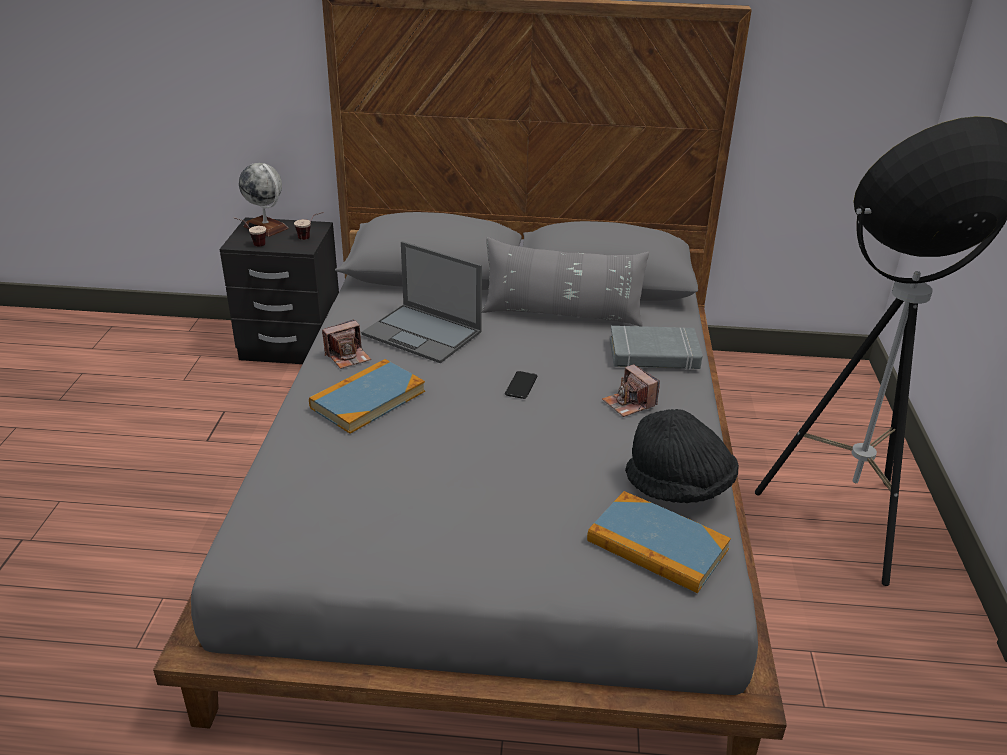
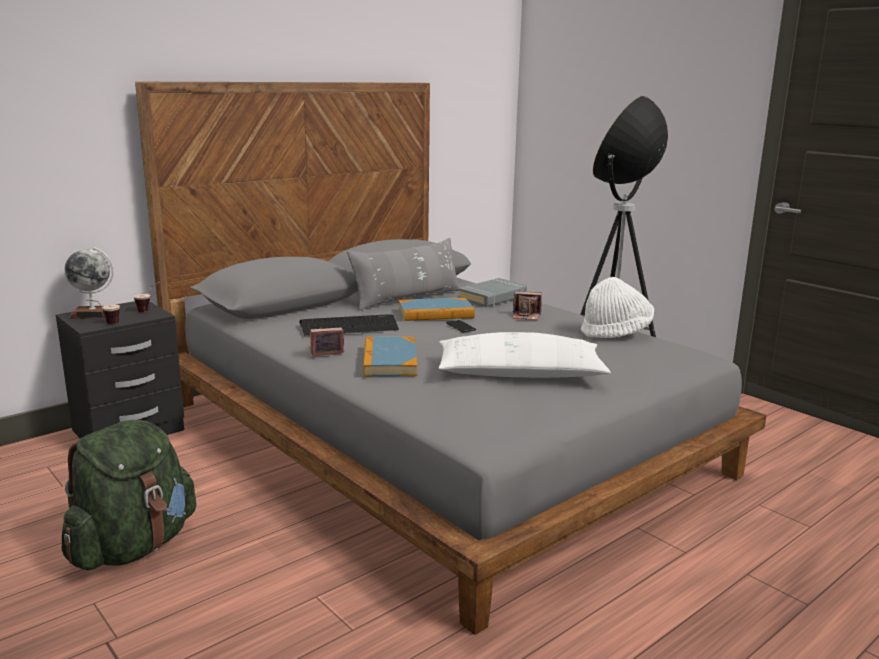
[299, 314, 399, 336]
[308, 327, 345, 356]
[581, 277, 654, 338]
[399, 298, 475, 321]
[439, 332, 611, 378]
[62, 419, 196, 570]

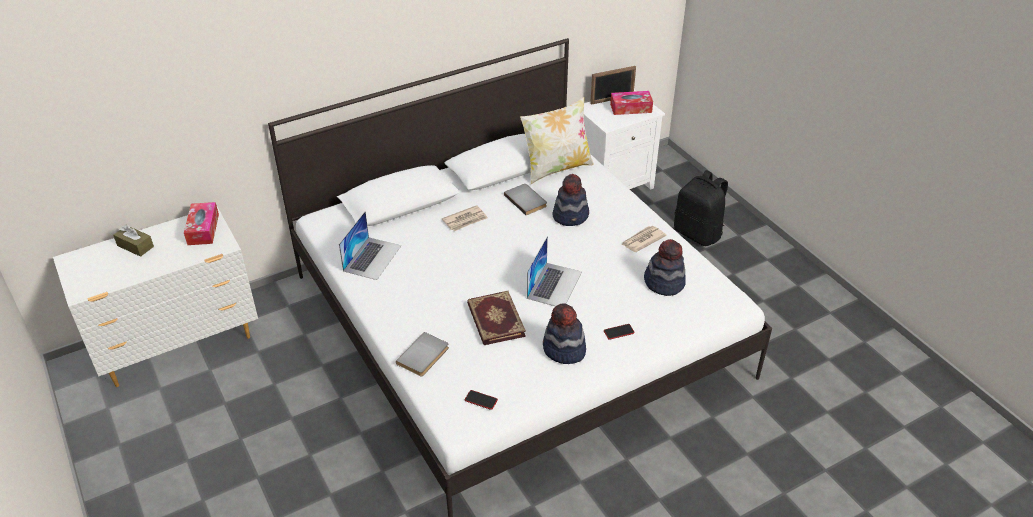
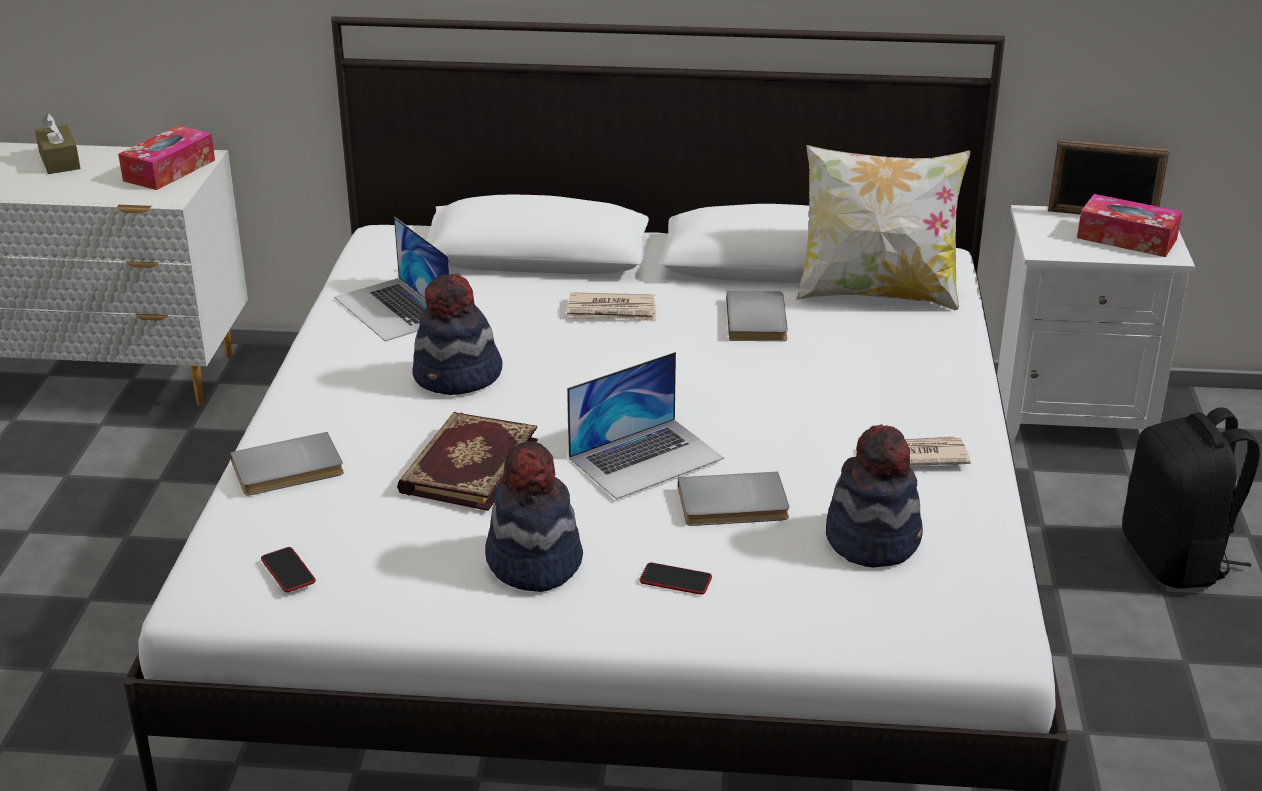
[412, 274, 502, 395]
[334, 217, 450, 342]
[678, 472, 789, 526]

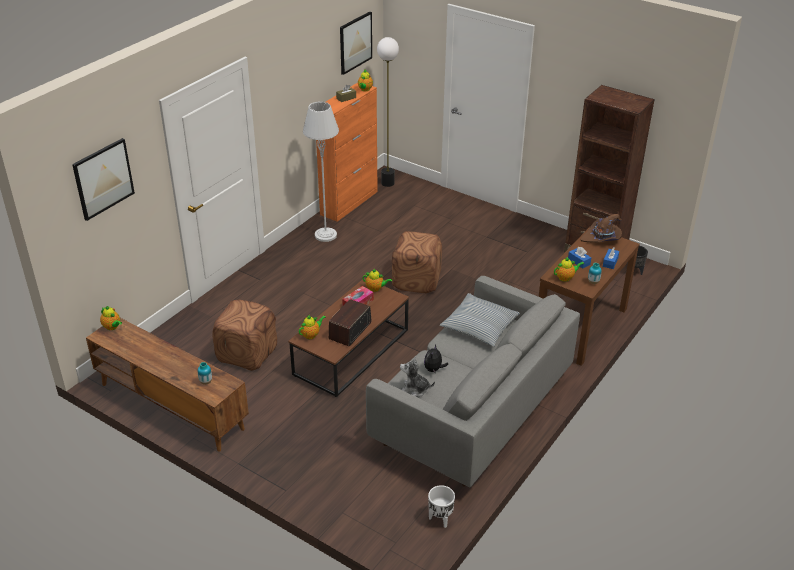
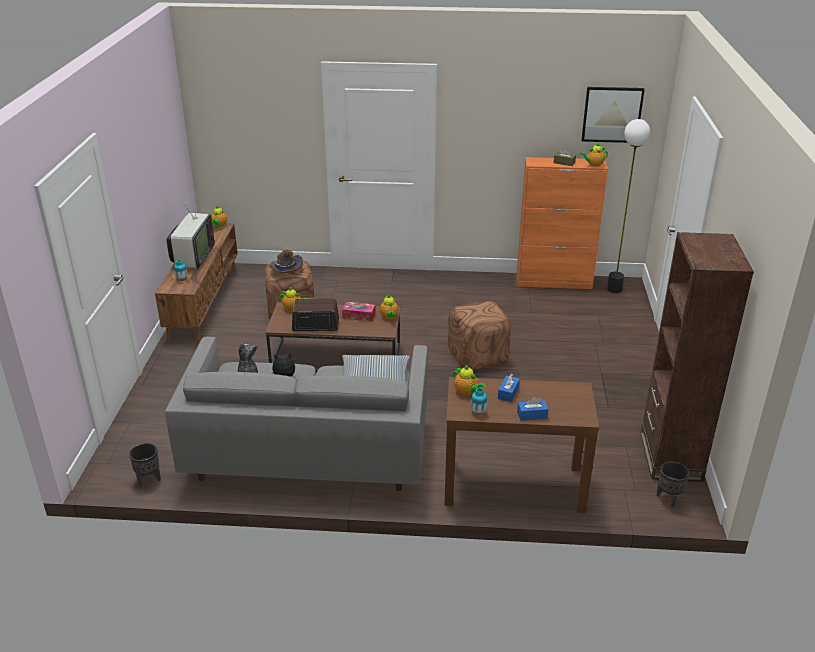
[303, 102, 339, 242] (first image)
[72, 138, 135, 221] (first image)
[269, 249, 303, 274]
[129, 443, 161, 487]
[166, 187, 215, 270]

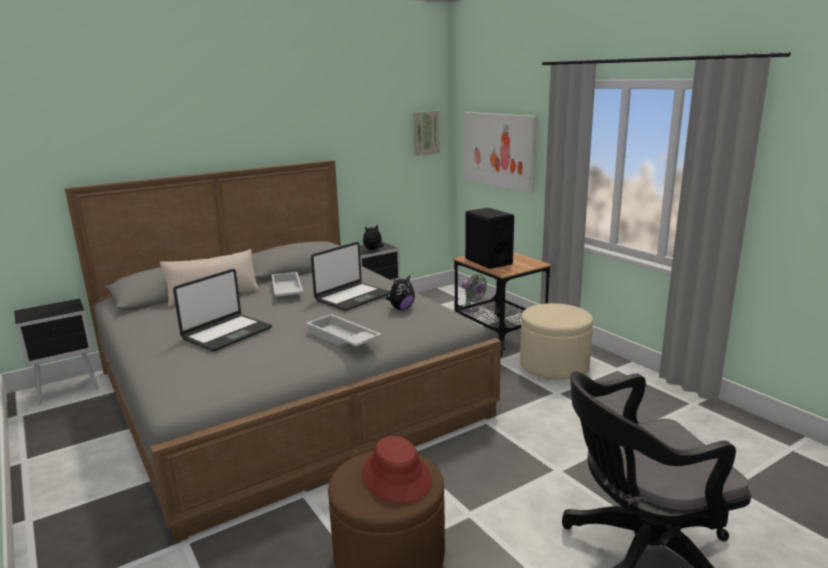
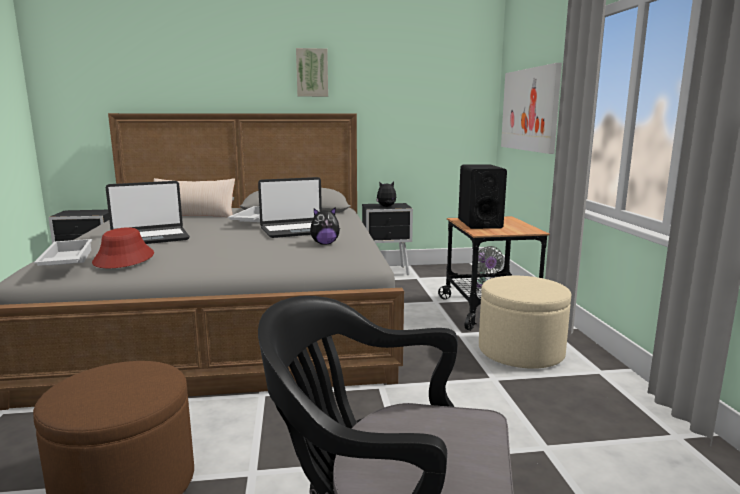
[296, 48, 328, 97]
[34, 239, 92, 266]
[92, 227, 154, 268]

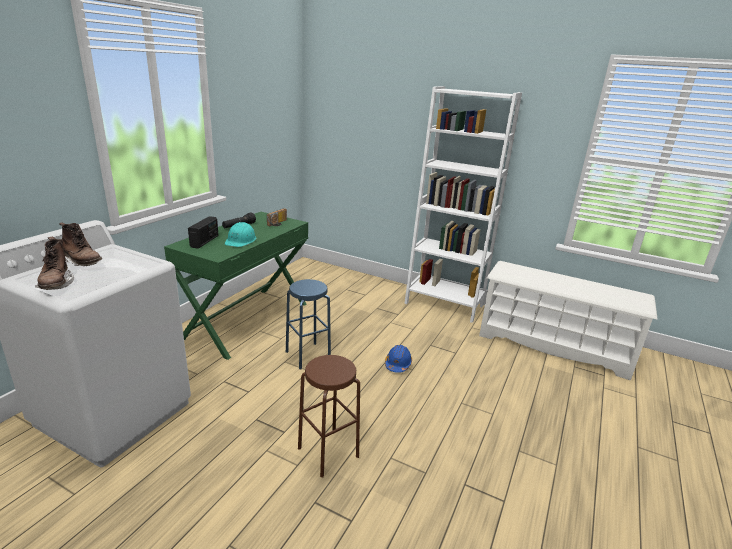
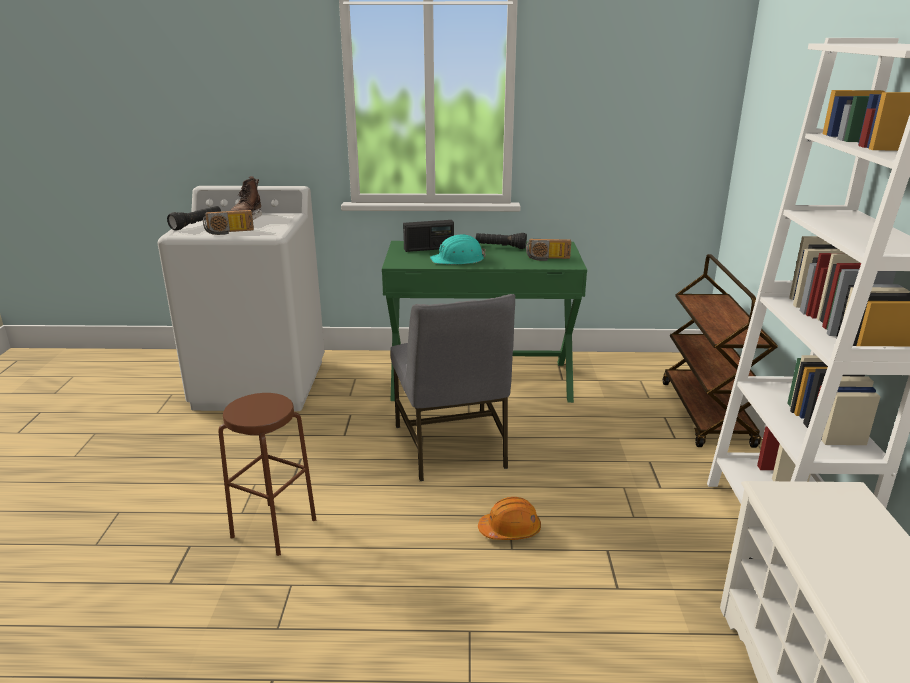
[167, 206, 221, 231]
[390, 294, 515, 481]
[478, 497, 541, 540]
[203, 210, 254, 235]
[663, 254, 778, 448]

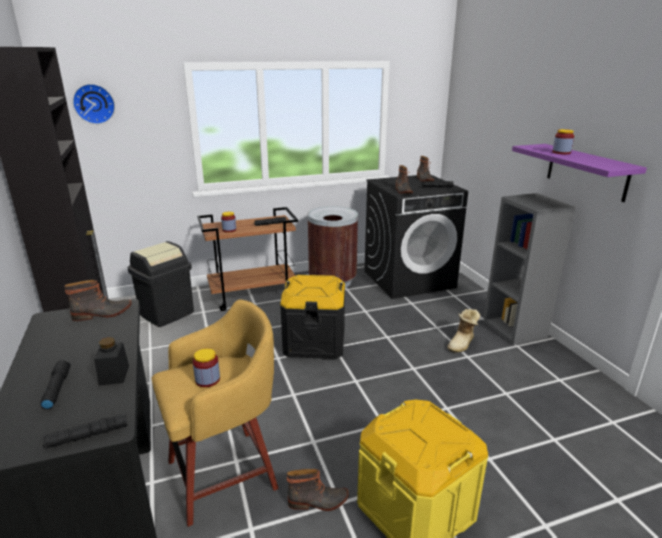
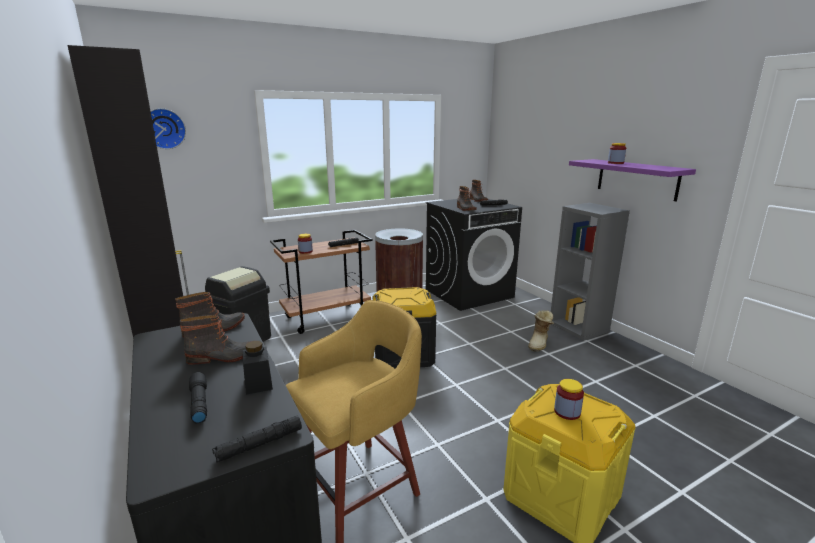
[554, 379, 584, 420]
[180, 315, 251, 365]

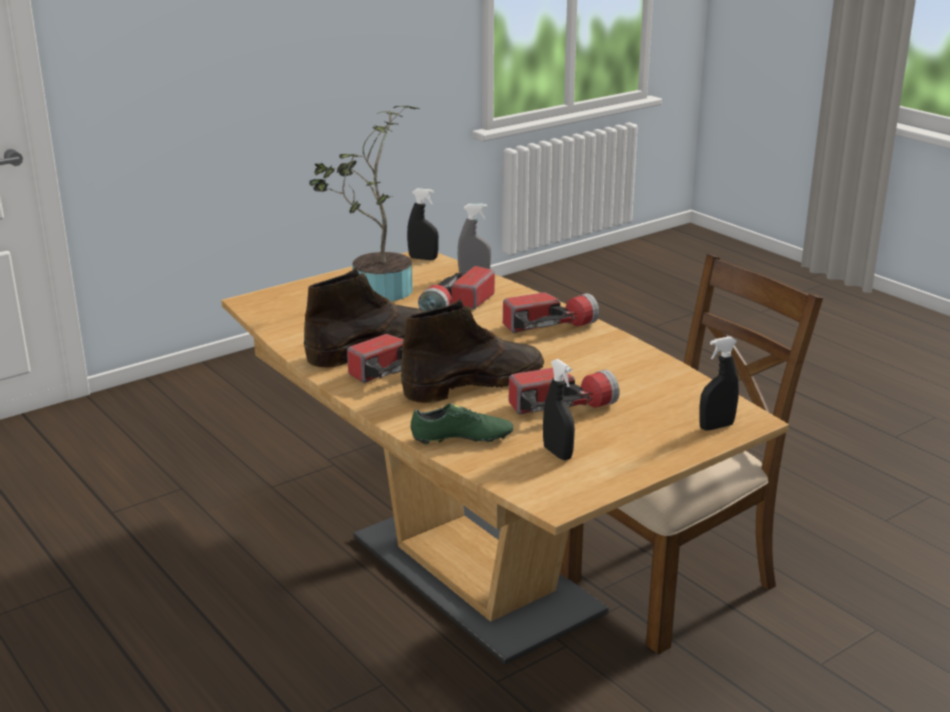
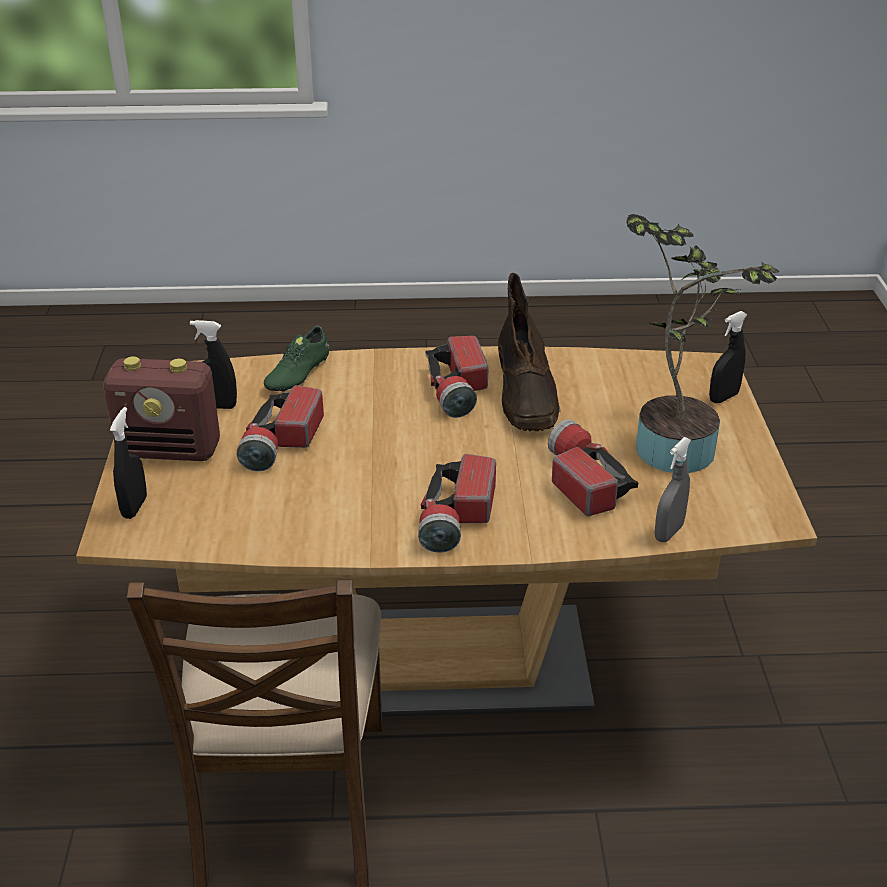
[709, 311, 748, 403]
[401, 299, 544, 403] (first image)
[104, 357, 220, 461]

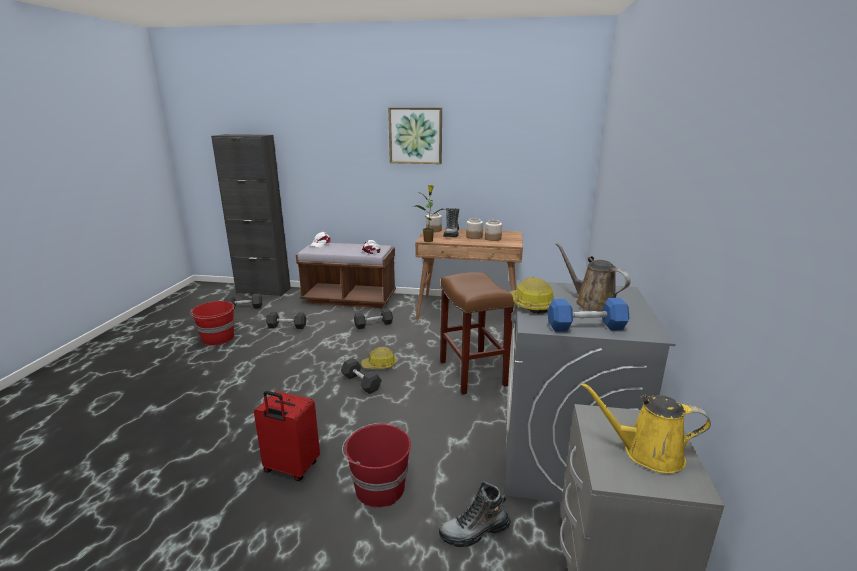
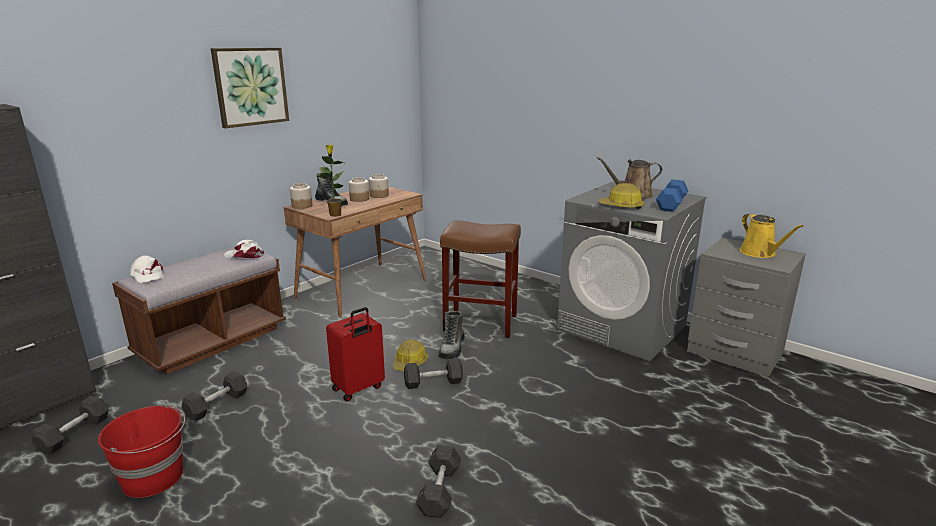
[416, 445, 461, 518]
[740, 213, 803, 258]
[326, 307, 385, 402]
[342, 423, 411, 508] (first image)
[438, 311, 465, 359]

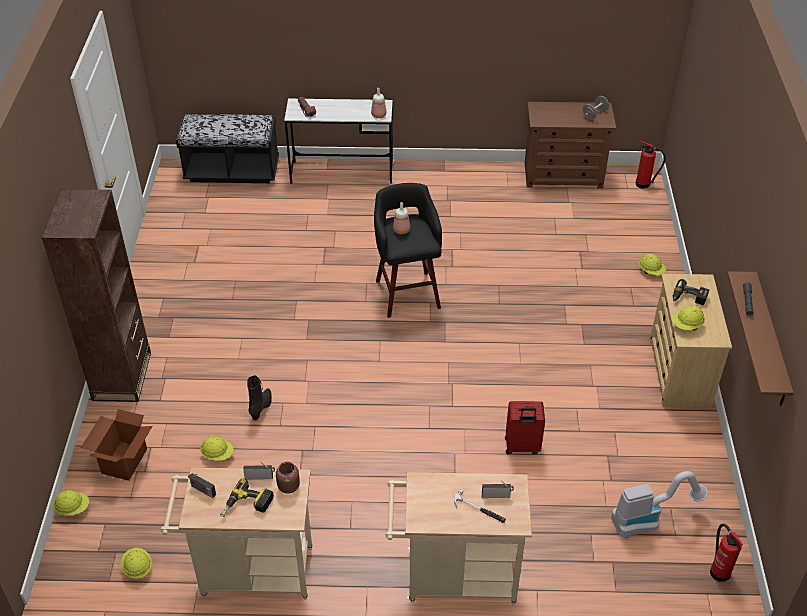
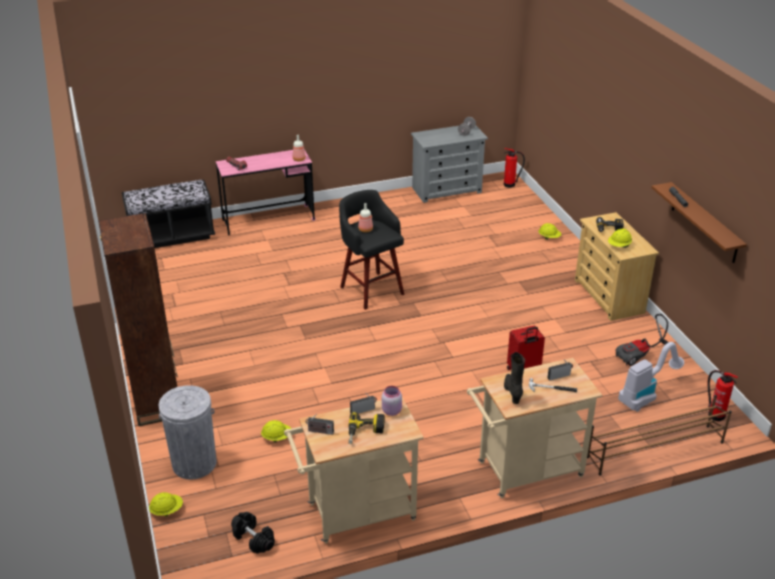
[216, 149, 316, 235]
[411, 126, 488, 203]
[504, 352, 525, 404]
[159, 385, 216, 479]
[382, 386, 402, 416]
[231, 512, 275, 554]
[615, 314, 668, 366]
[587, 395, 732, 476]

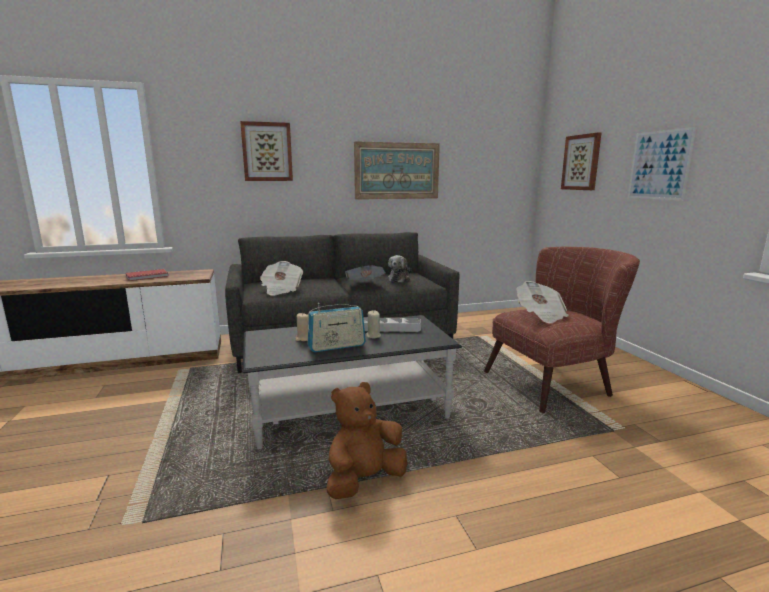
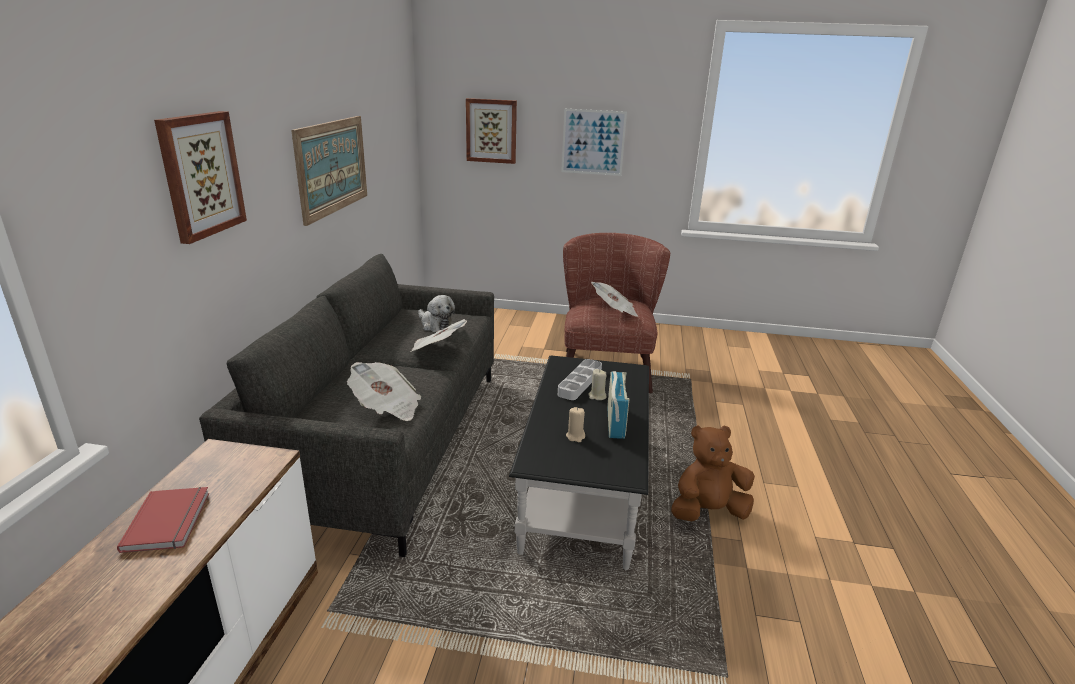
[671, 425, 755, 521]

